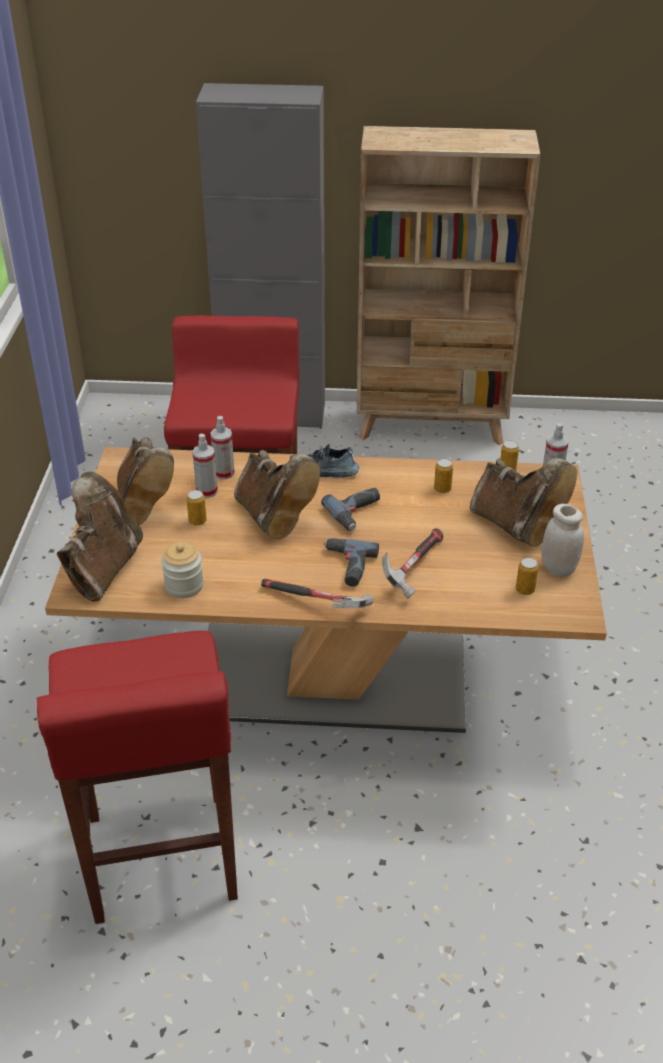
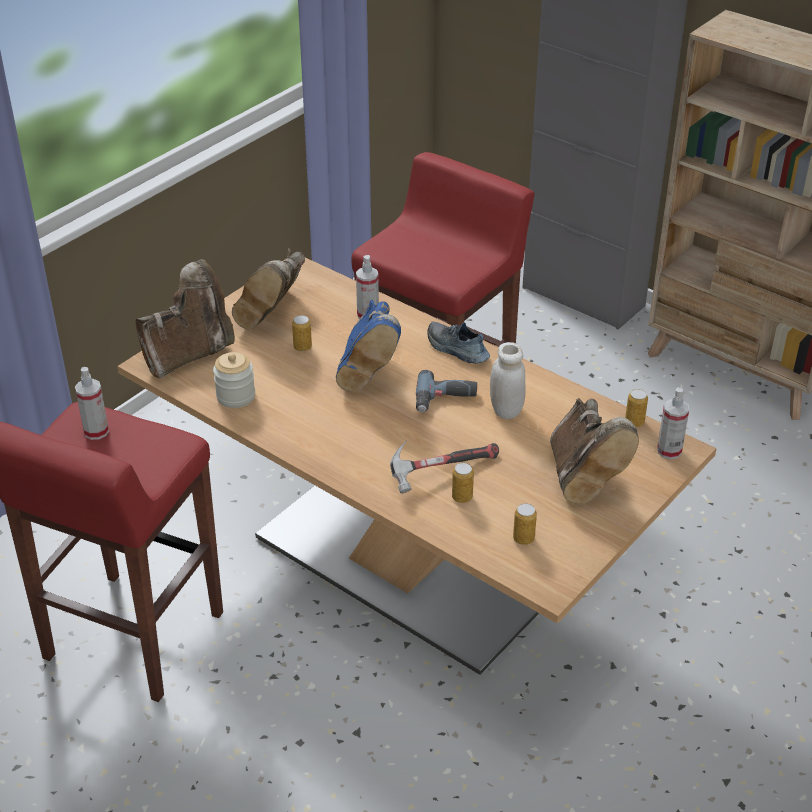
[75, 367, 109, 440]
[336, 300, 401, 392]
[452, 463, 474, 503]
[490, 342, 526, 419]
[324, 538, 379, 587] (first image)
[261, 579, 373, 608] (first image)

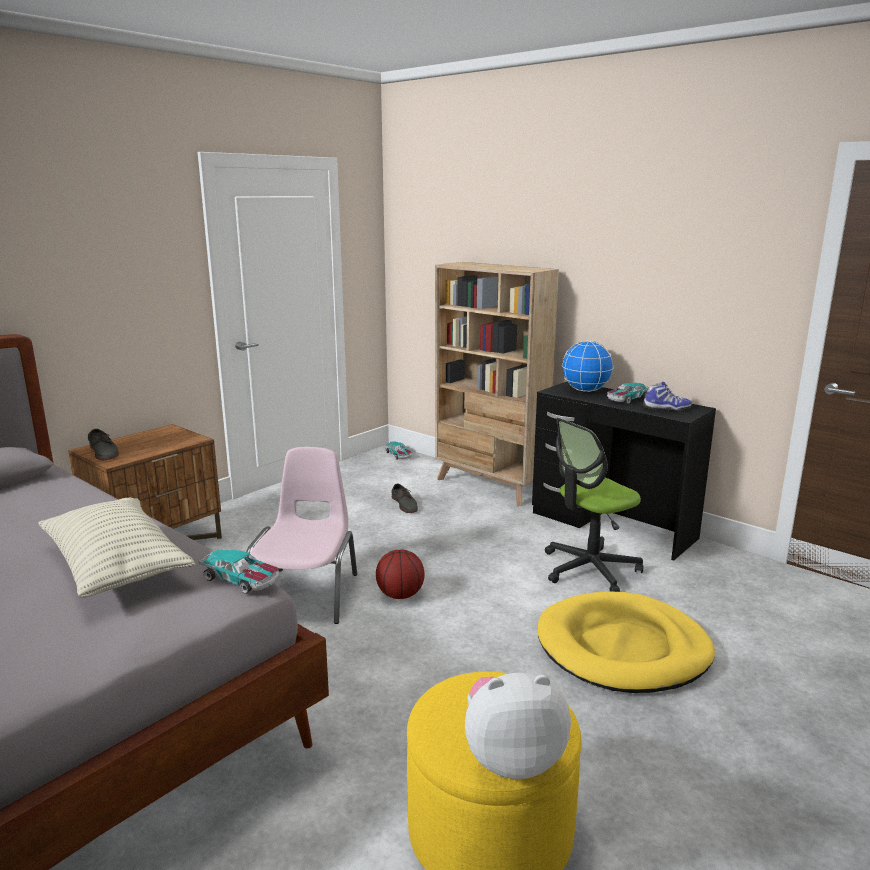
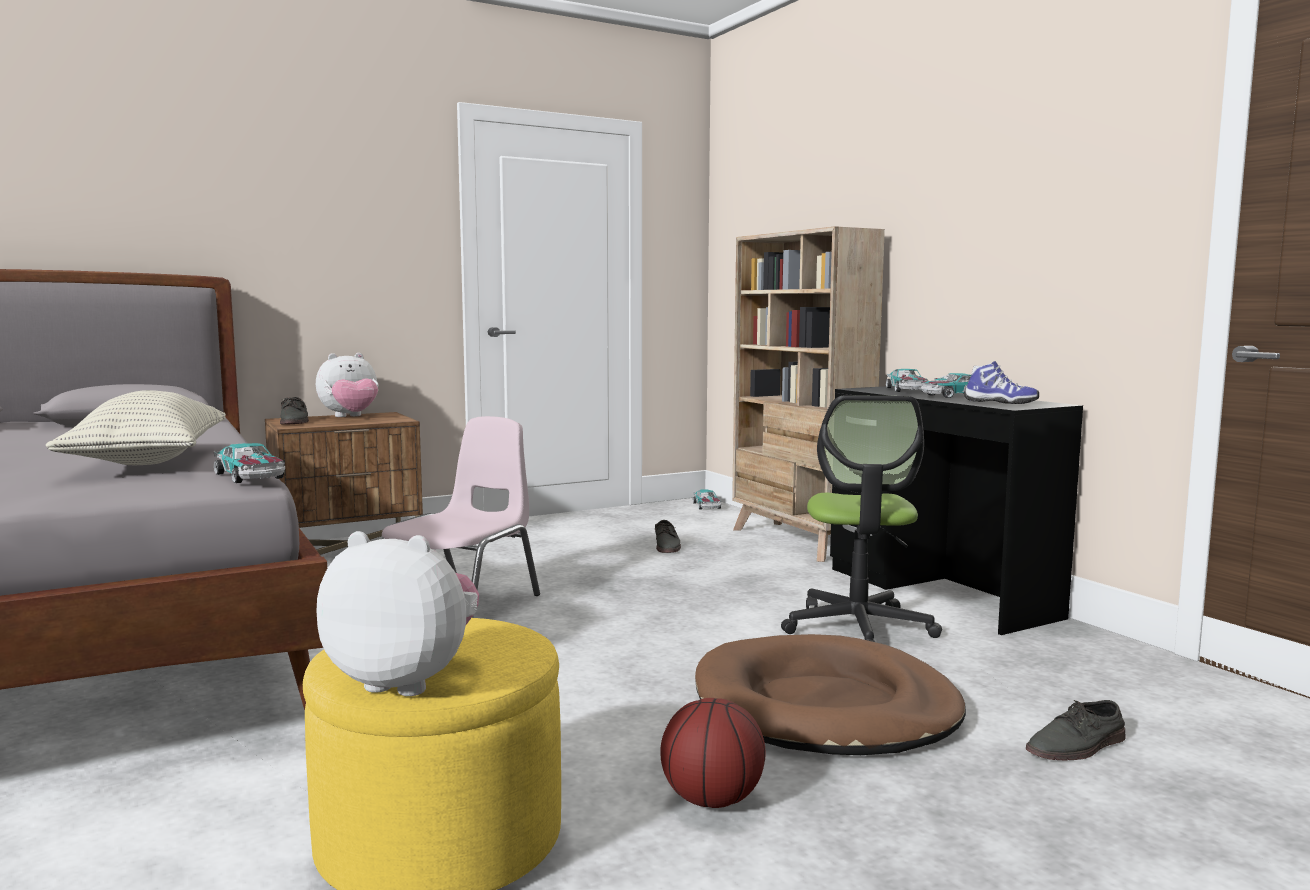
[886, 369, 928, 392]
[781, 395, 942, 642]
[660, 698, 766, 808]
[695, 634, 966, 755]
[316, 353, 379, 417]
[1026, 700, 1126, 760]

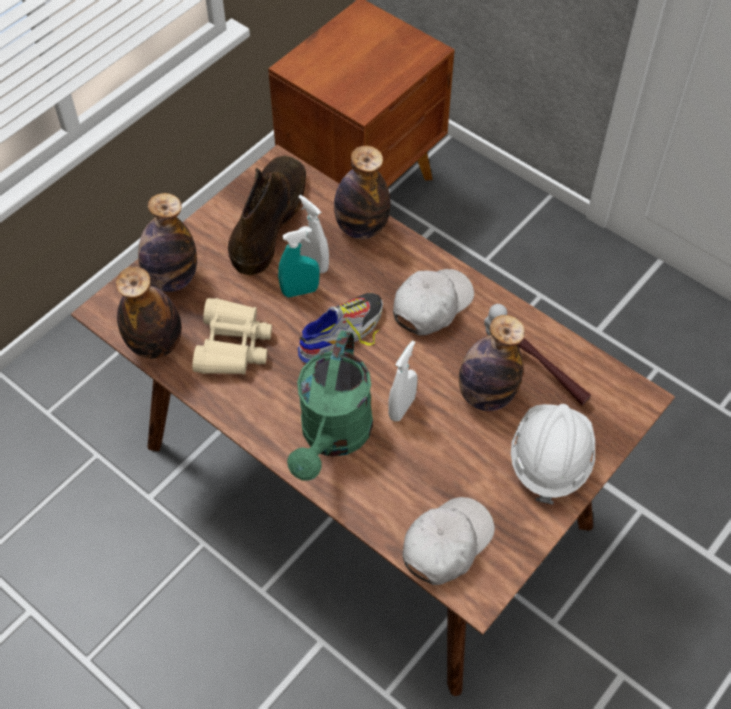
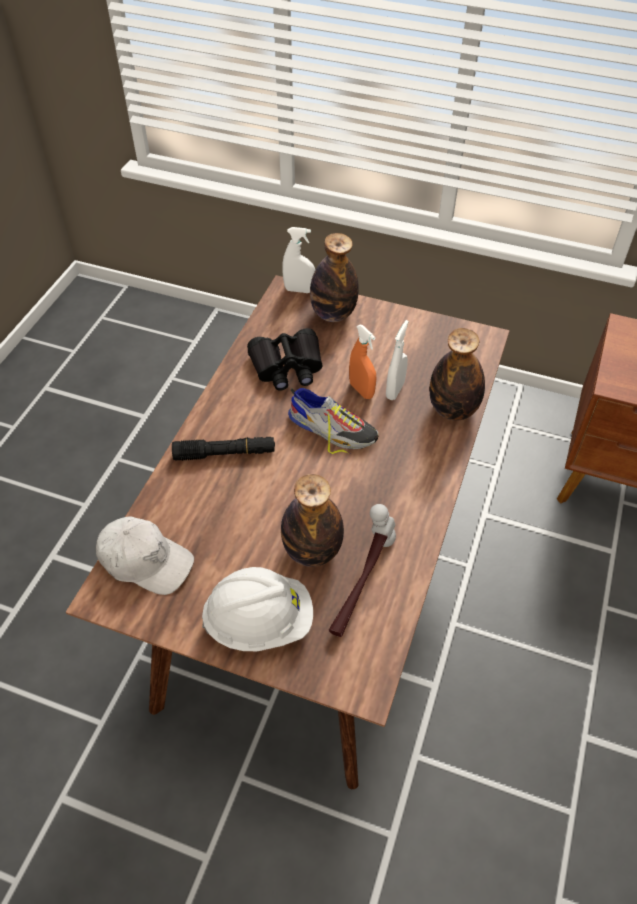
[228, 156, 306, 275] (first image)
[349, 325, 377, 399]
[116, 267, 182, 359] (first image)
[393, 269, 474, 335] (first image)
[247, 328, 323, 391]
[172, 437, 275, 461]
[282, 227, 315, 293]

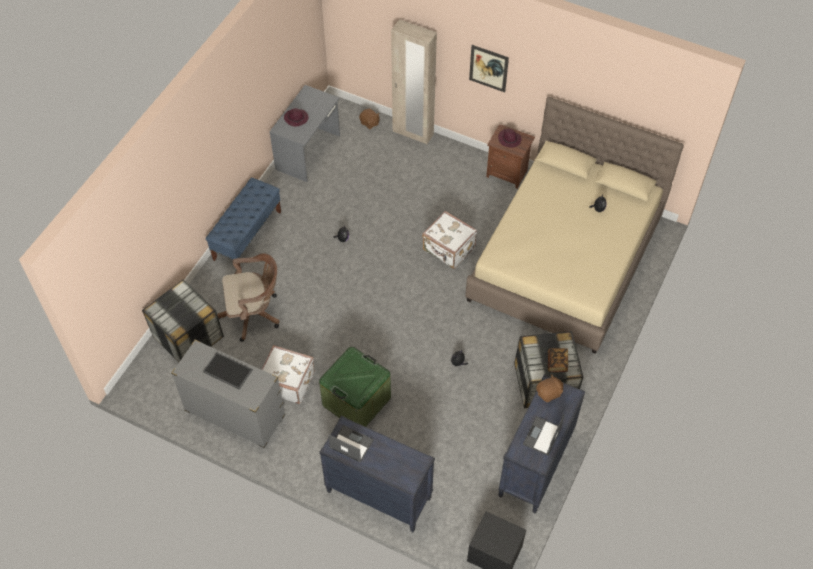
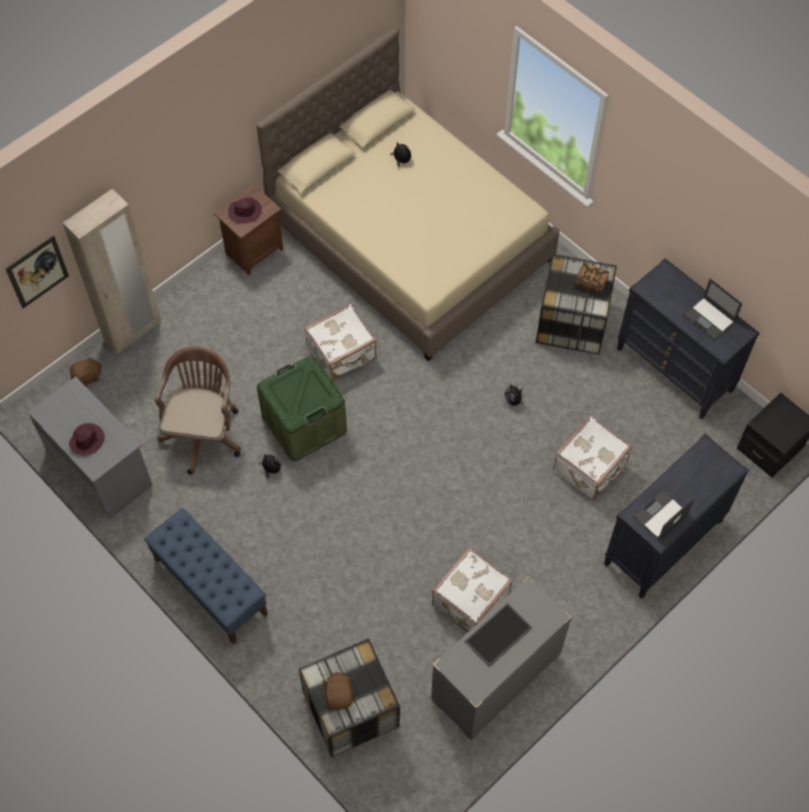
[5, 235, 69, 308]
[155, 346, 241, 474]
[257, 356, 347, 461]
[323, 672, 353, 710]
[553, 416, 632, 500]

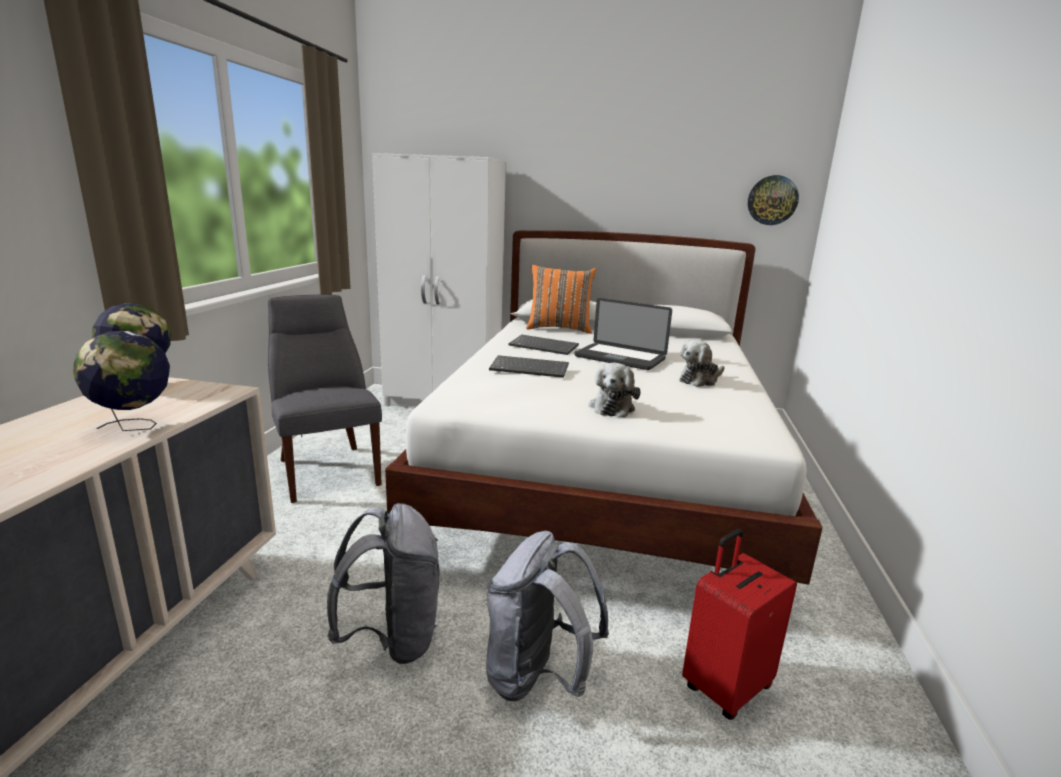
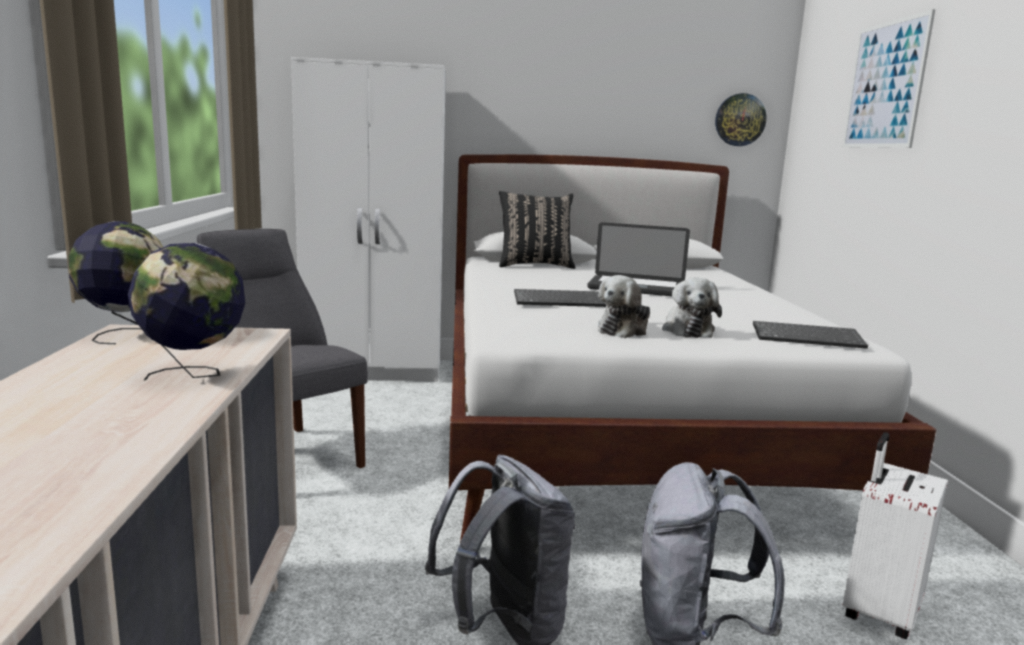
[499, 191, 575, 269]
[753, 321, 868, 349]
[598, 275, 650, 338]
[843, 432, 948, 639]
[843, 9, 935, 148]

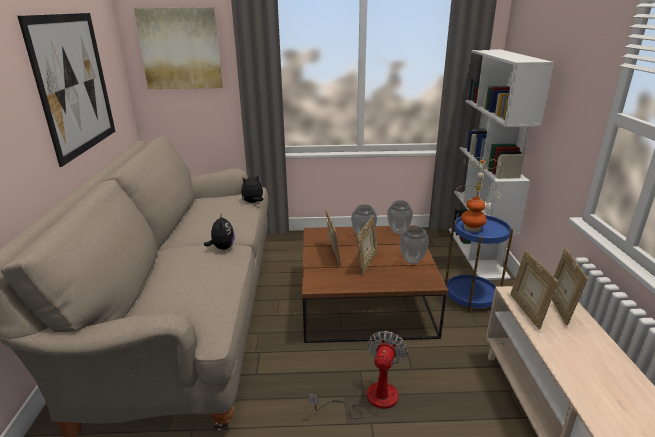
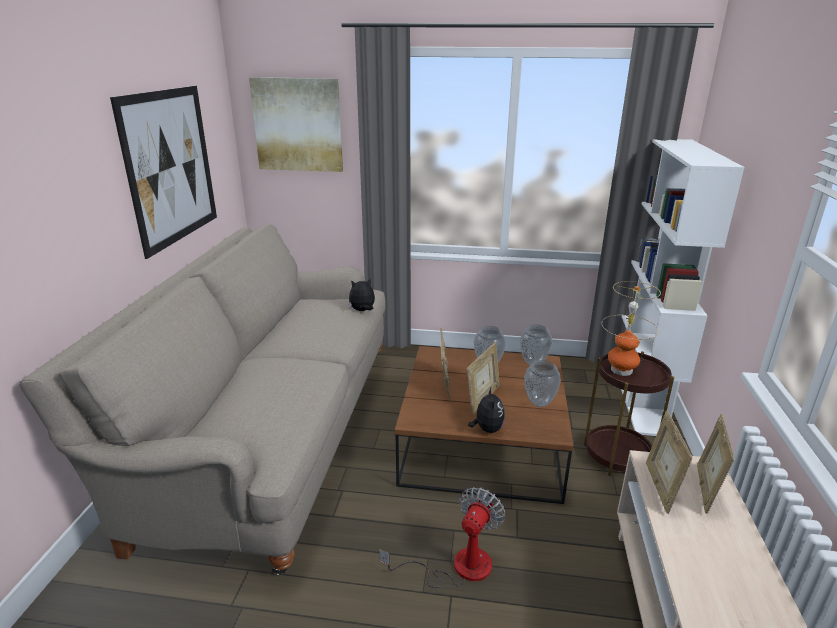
[468, 388, 505, 433]
[584, 352, 674, 476]

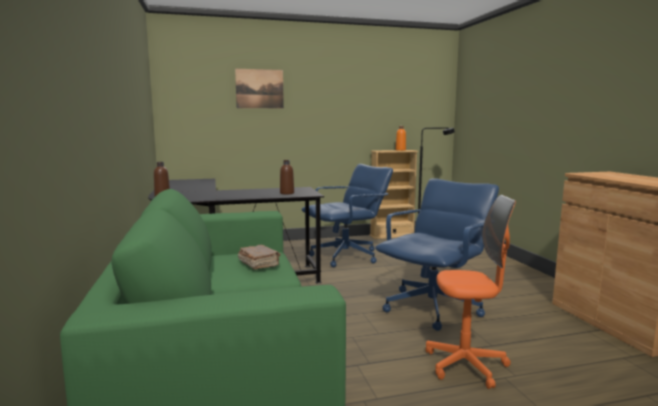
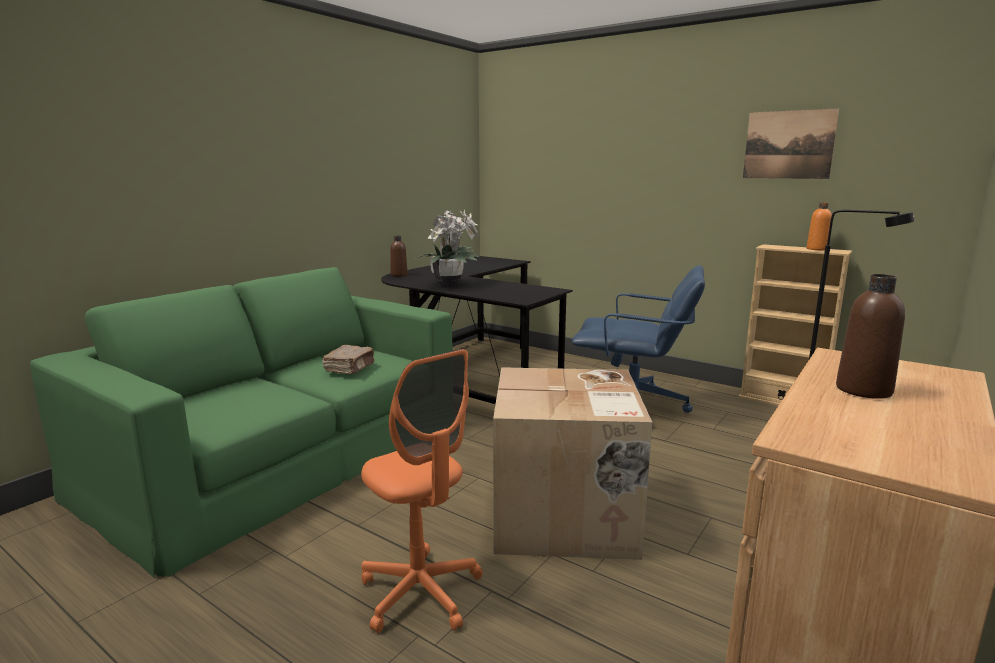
[743, 108, 839, 179]
[836, 274, 905, 399]
[493, 367, 652, 560]
[417, 209, 479, 287]

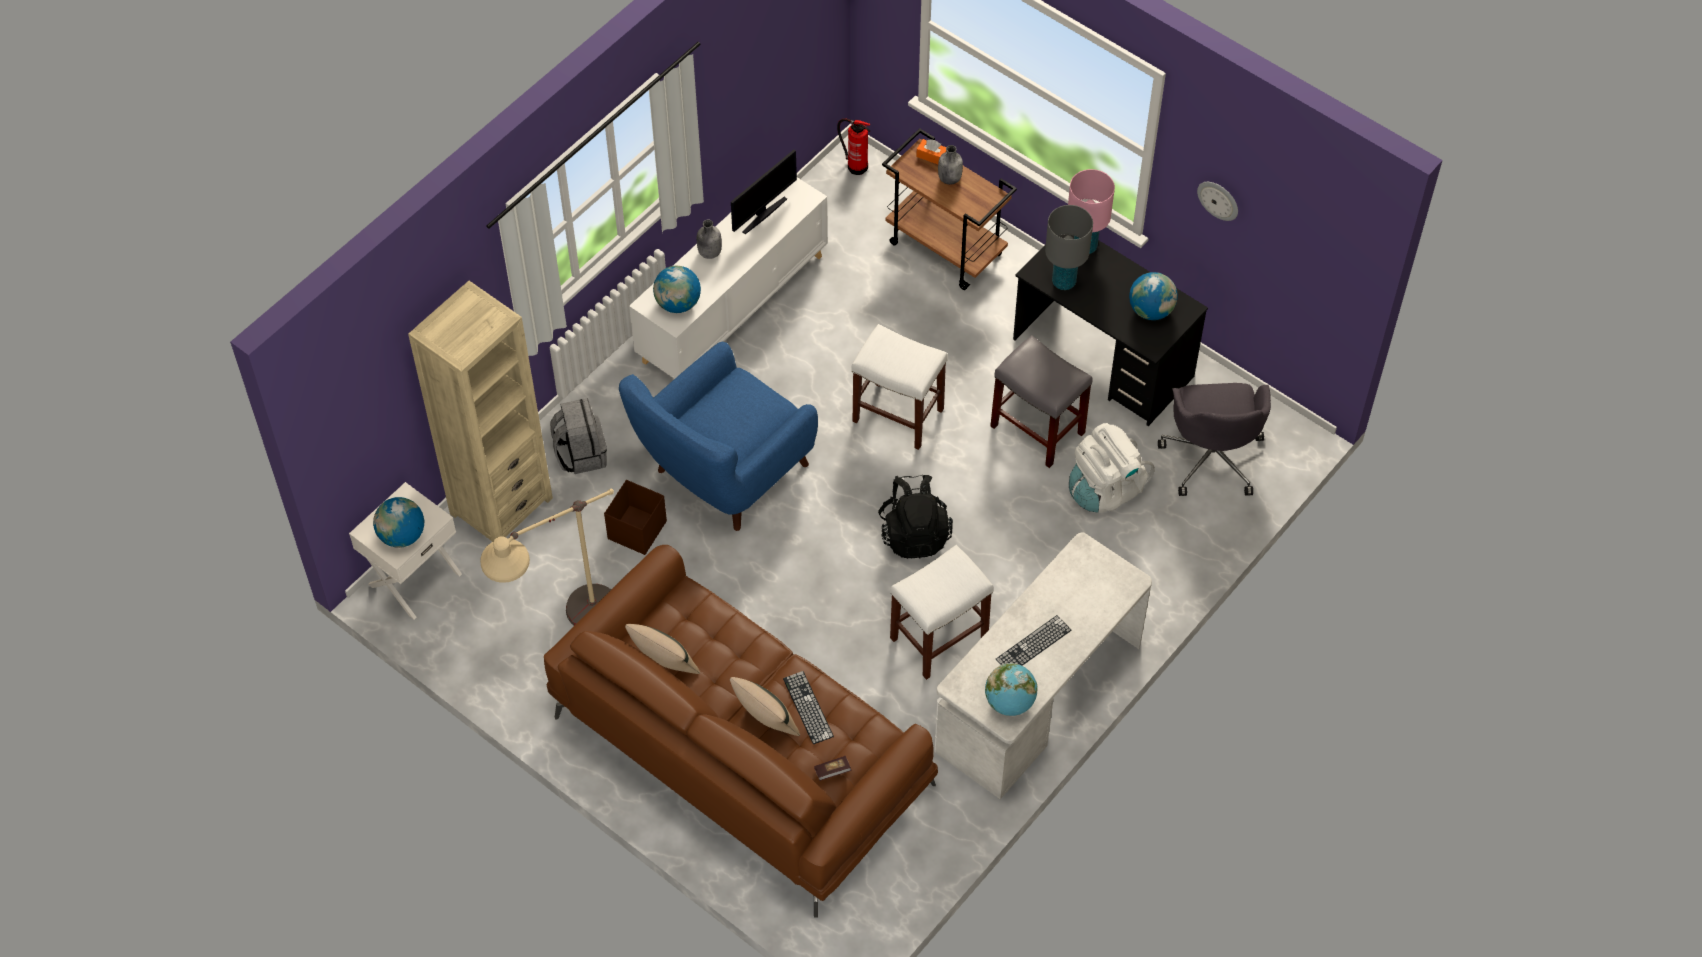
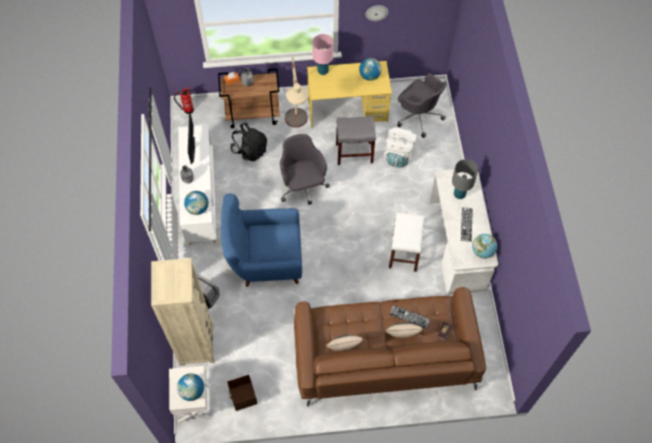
[452, 159, 478, 199]
[307, 61, 392, 129]
[280, 134, 330, 205]
[221, 193, 302, 287]
[230, 123, 267, 161]
[227, 375, 258, 411]
[285, 57, 308, 128]

